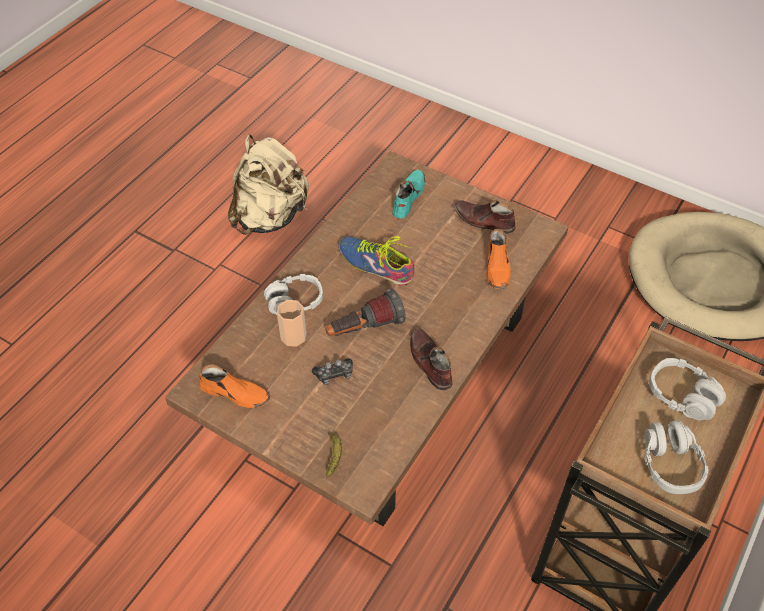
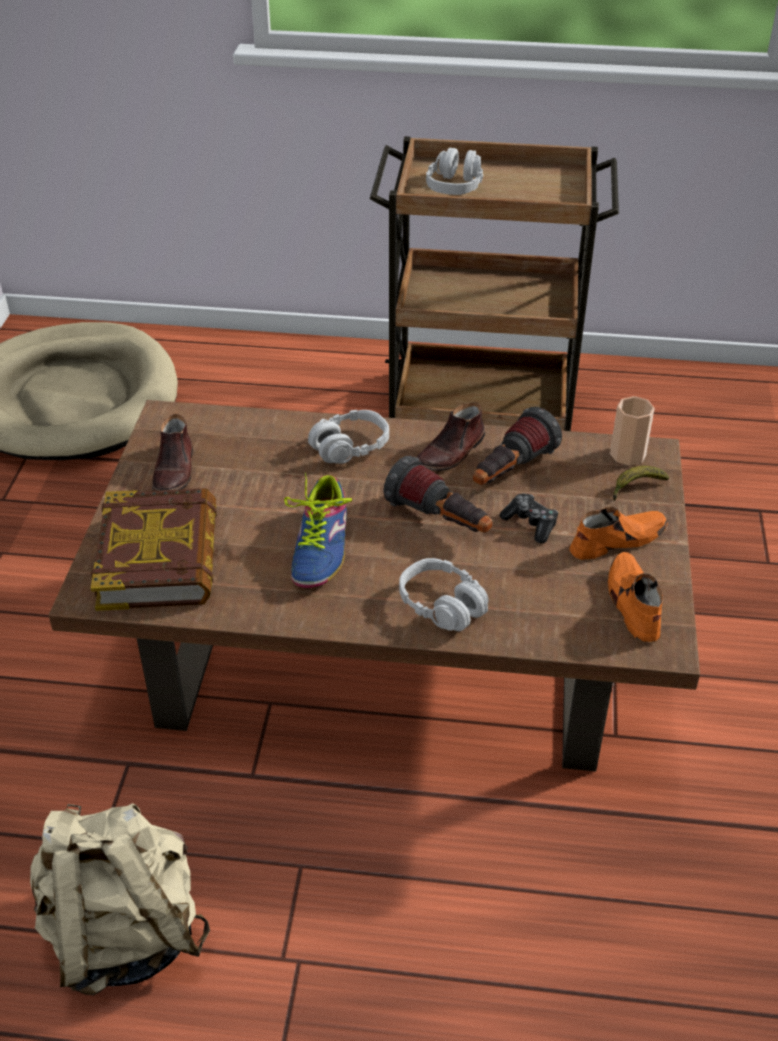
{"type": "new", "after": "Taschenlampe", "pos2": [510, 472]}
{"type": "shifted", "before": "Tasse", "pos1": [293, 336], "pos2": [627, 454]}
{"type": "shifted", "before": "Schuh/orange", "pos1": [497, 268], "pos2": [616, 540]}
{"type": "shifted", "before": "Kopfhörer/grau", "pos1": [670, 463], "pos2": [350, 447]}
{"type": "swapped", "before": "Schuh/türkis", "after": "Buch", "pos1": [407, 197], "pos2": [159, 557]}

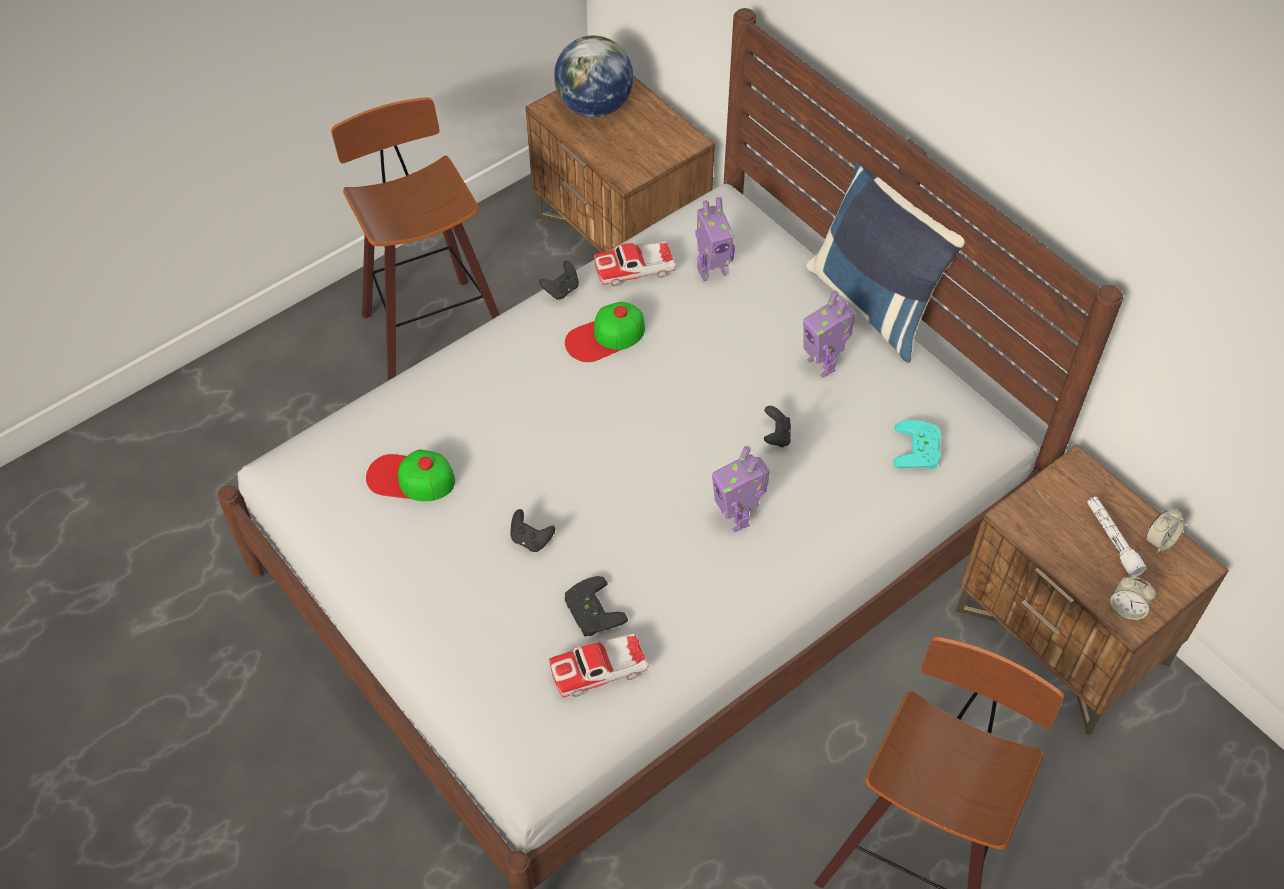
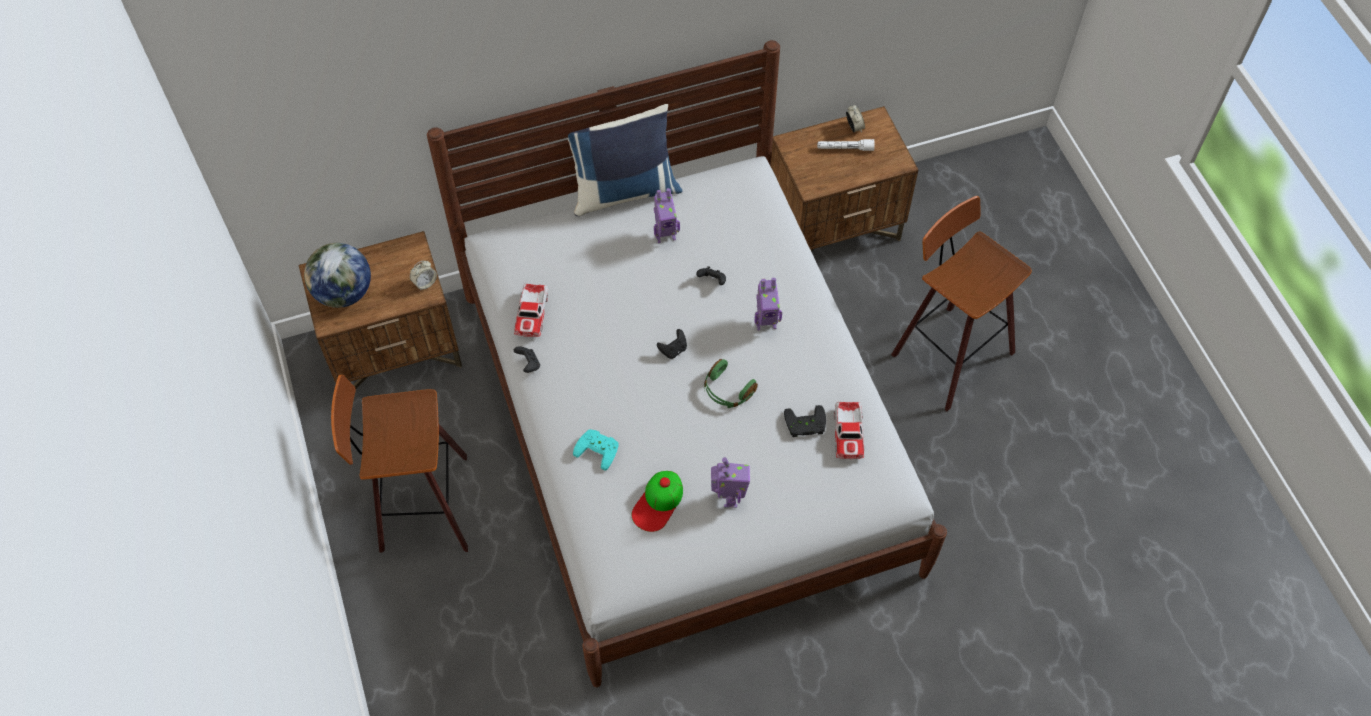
{"type": "gone", "before": "Kappe", "pos1": [605, 337]}
{"type": "new", "after": "Kopfhörer/grün", "pos2": [727, 391]}
{"type": "shifted", "before": "Gamepad/schwarz", "pos1": [531, 540], "pos2": [673, 350]}
{"type": "shifted", "before": "Spielzeugroboter", "pos1": [711, 271], "pos2": [728, 498]}
{"type": "shifted", "before": "Gamepad/türkis", "pos1": [920, 450], "pos2": [599, 448]}
{"type": "shifted", "before": "Wecker", "pos1": [1127, 609], "pos2": [425, 283]}

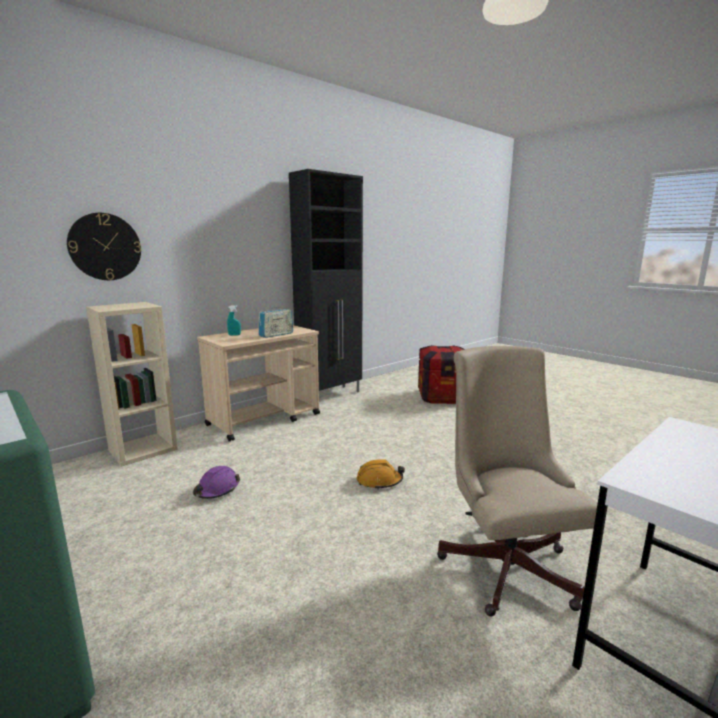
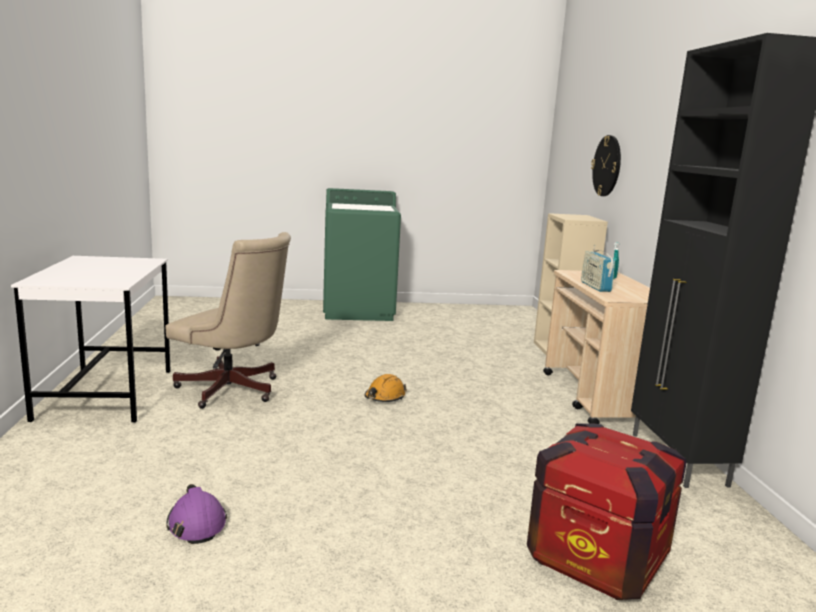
{"type": "shifted", "before": "Schutzhelm/lila", "pos1": [216, 490], "pos2": [196, 524]}

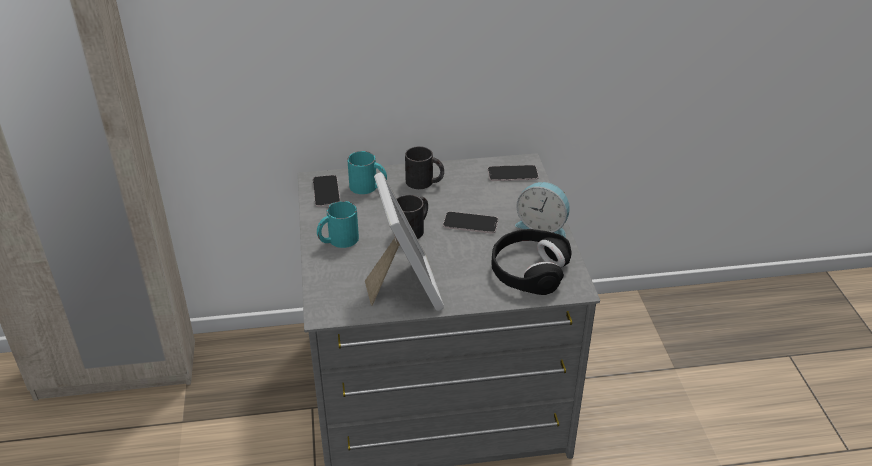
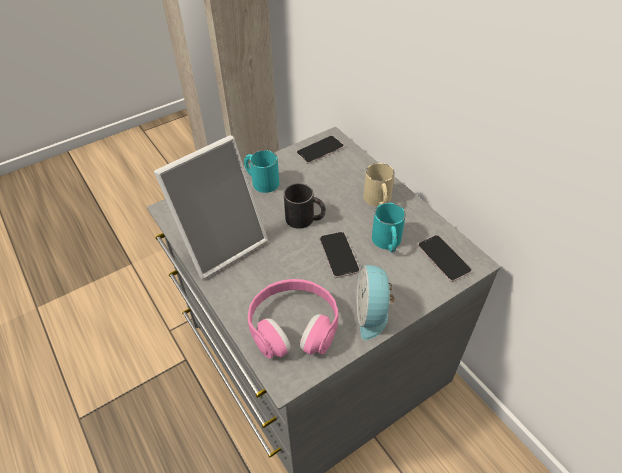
{"type": "shifted", "before": "Henkelbecher/türkis", "pos1": [368, 187], "pos2": [387, 243]}
{"type": "repainted", "before": "Henkelbecher/schwarz", "after": "Henkelbecher/beige", "pos1": [425, 182], "pos2": [378, 201]}
{"type": "repainted", "before": "Kopfhörer/schwarz", "after": "Kopfhörer/rosa", "pos1": [528, 270], "pos2": [293, 325]}

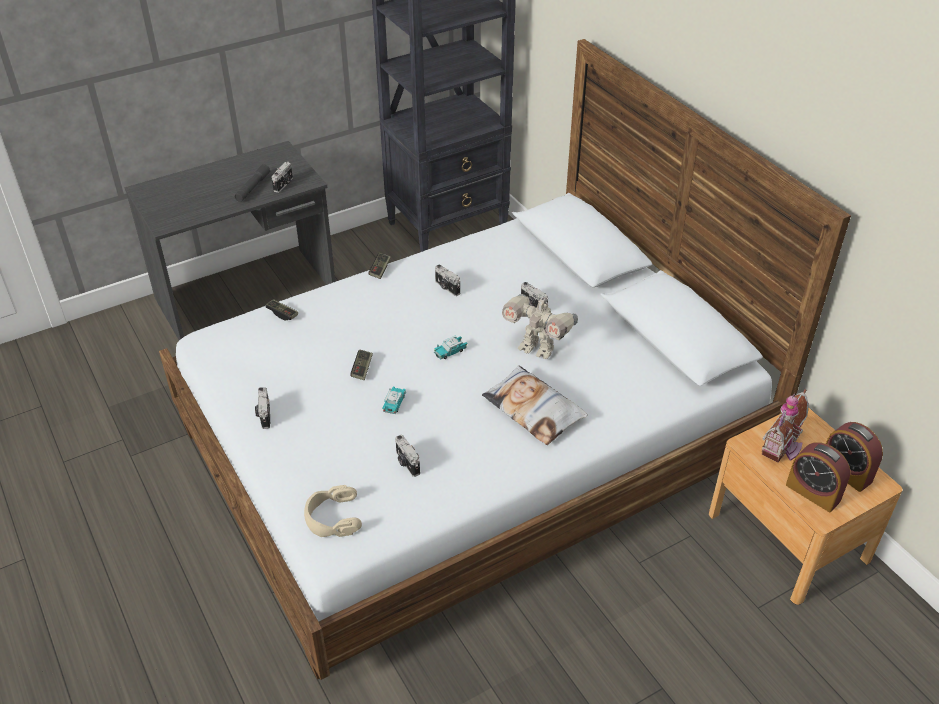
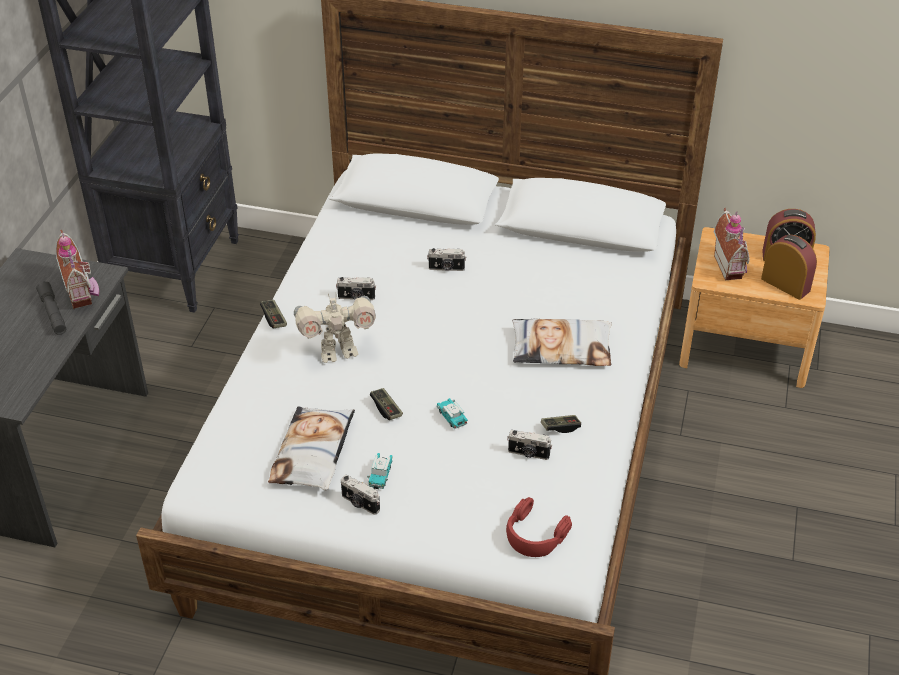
{"type": "new", "after": "Kissen", "pos2": [314, 453]}
{"type": "shifted", "before": "Gamepad", "pos1": [282, 314], "pos2": [560, 427]}
{"type": "shifted", "before": "Spielzeugauto", "pos1": [450, 351], "pos2": [380, 475]}
{"type": "shifted", "before": "Spielzeugroboter", "pos1": [537, 348], "pos2": [338, 352]}
{"type": "swapped", "before": "Kamera", "after": "Spielzeughaus", "pos1": [284, 184], "pos2": [82, 291]}
{"type": "repainted", "before": "Kopfhörer/beige", "after": "Kopfhörer/rot", "pos1": [332, 518], "pos2": [534, 535]}
{"type": "rotated", "before": "Wecker", "pos1": [813, 492], "pos2": [785, 284], "turn": -135}

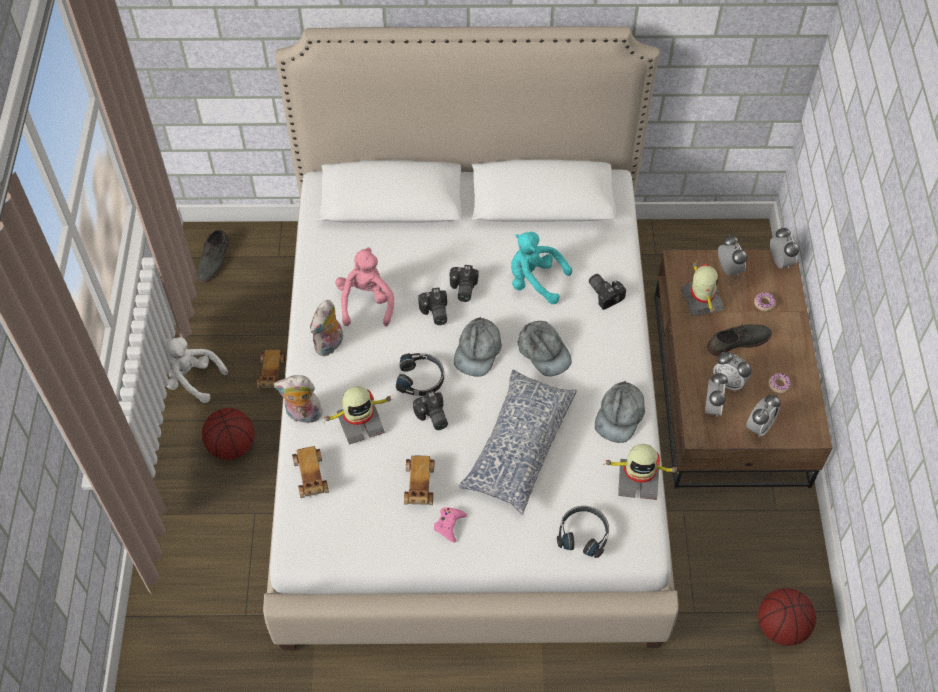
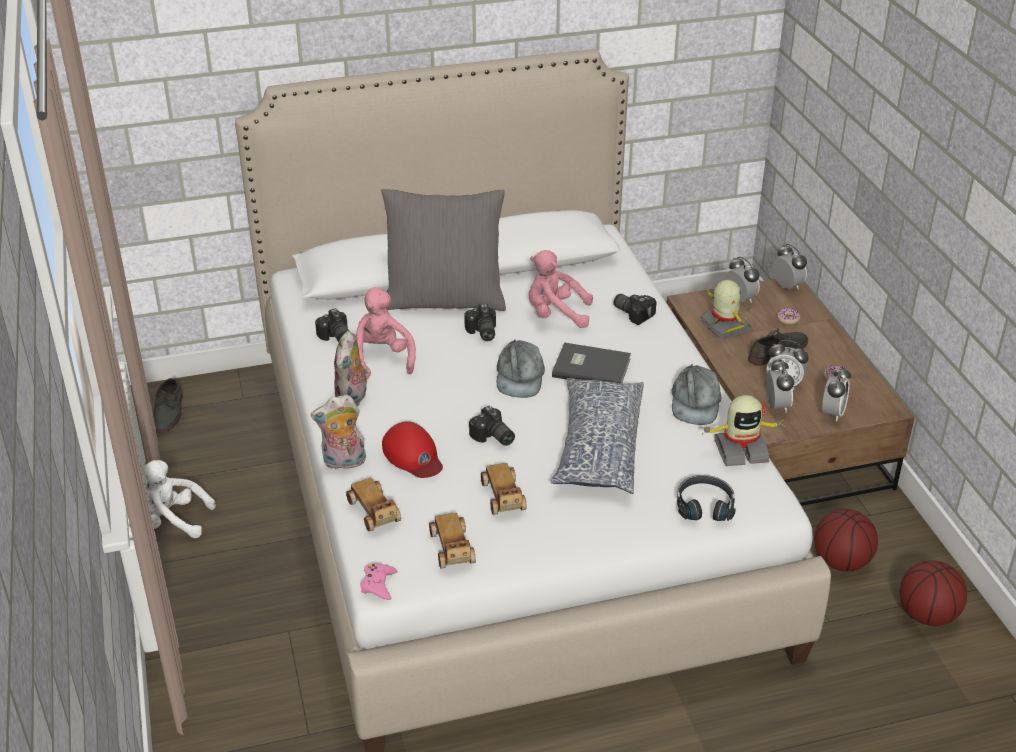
{"type": "gone", "before": "Kopfhörer/schwarz", "pos1": [421, 378]}
{"type": "new", "after": "Kissen/grau", "pos2": [445, 299]}
{"type": "shifted", "before": "Basketball", "pos1": [232, 445], "pos2": [841, 561]}
{"type": "shifted", "before": "Spielzeugauto", "pos1": [271, 374], "pos2": [452, 549]}
{"type": "shifted", "before": "Kamera", "pos1": [434, 313], "pos2": [335, 338]}
{"type": "shifted", "before": "Gamepad/rosa", "pos1": [449, 525], "pos2": [378, 584]}
{"type": "swapped", "before": "Spielzeugroboter", "after": "Kappe/rot", "pos1": [360, 422], "pos2": [413, 455]}
{"type": "swapped", "before": "Kappe/grau", "after": "Buch/grau", "pos1": [543, 351], "pos2": [590, 366]}
{"type": "repainted", "before": "Plüschtier/türkis", "after": "Plüschtier/rosa", "pos1": [534, 281], "pos2": [555, 315]}

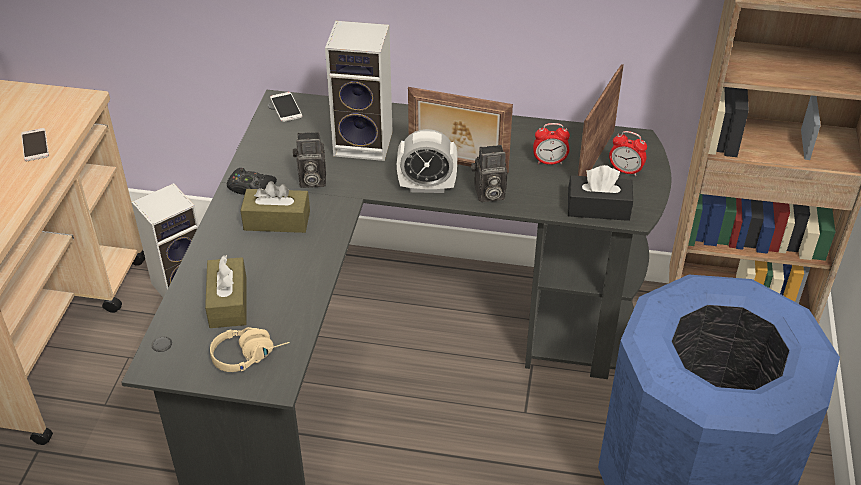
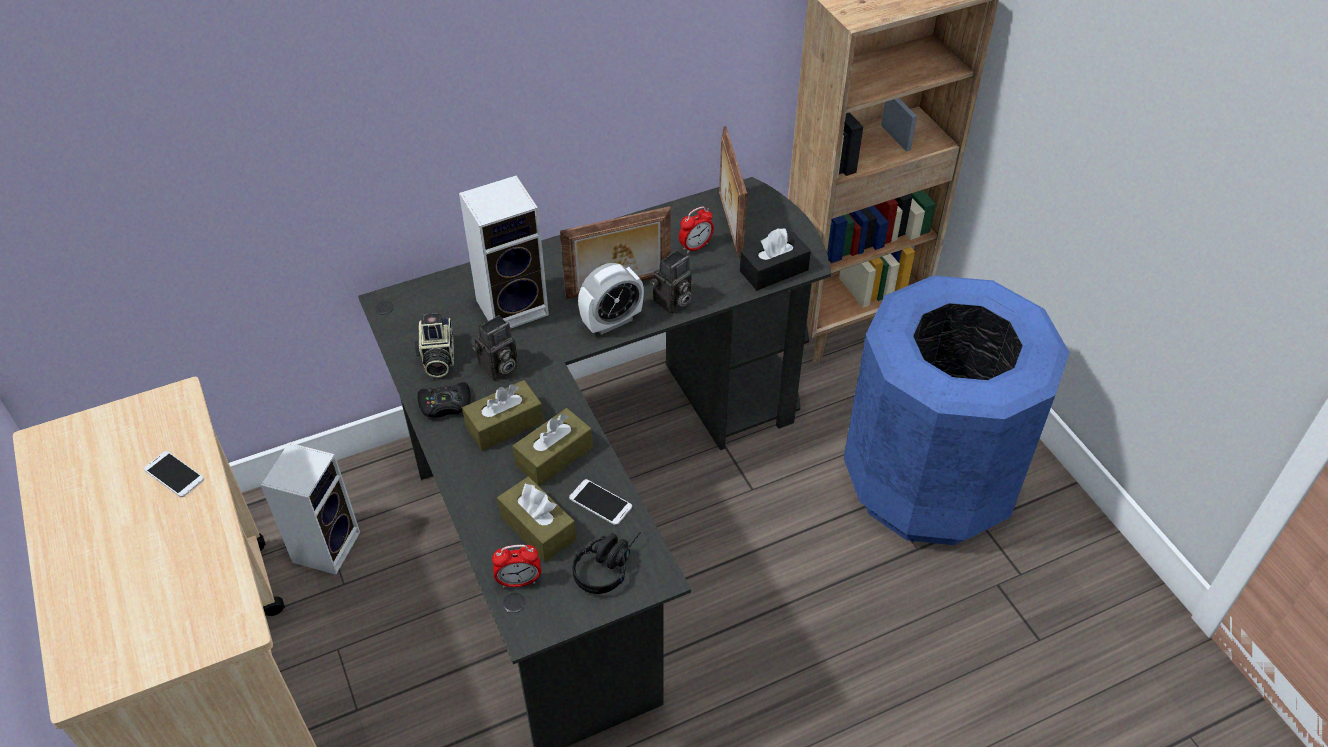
{"type": "new", "after": "Kamera", "pos2": [437, 358]}
{"type": "new", "after": "Taschentuchbox/braun", "pos2": [554, 456]}
{"type": "shifted", "before": "Handy", "pos1": [286, 107], "pos2": [600, 502]}
{"type": "shifted", "before": "Wecker", "pos1": [625, 171], "pos2": [519, 581]}
{"type": "repainted", "before": "Kopfhörer/beige", "after": "Kopfhörer/schwarz", "pos1": [250, 355], "pos2": [608, 564]}

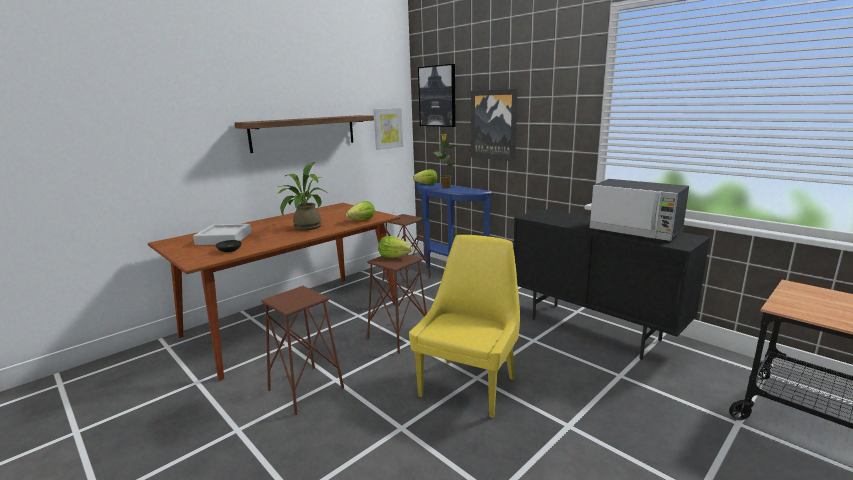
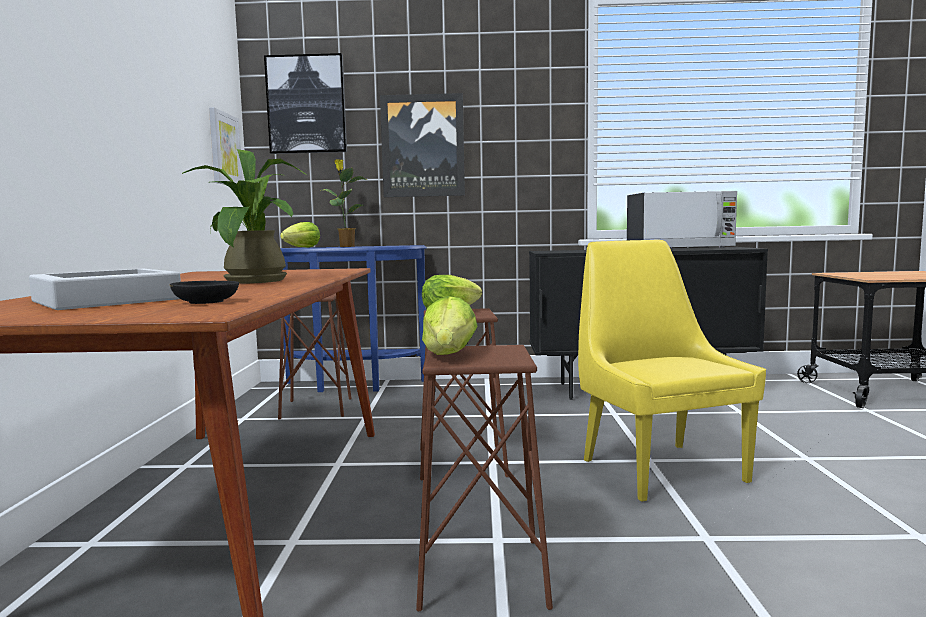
{"type": "gone", "before": "Wandregal", "pos1": [304, 133]}
{"type": "shifted", "before": "Salatkopf", "pos1": [362, 220], "pos2": [449, 355]}

